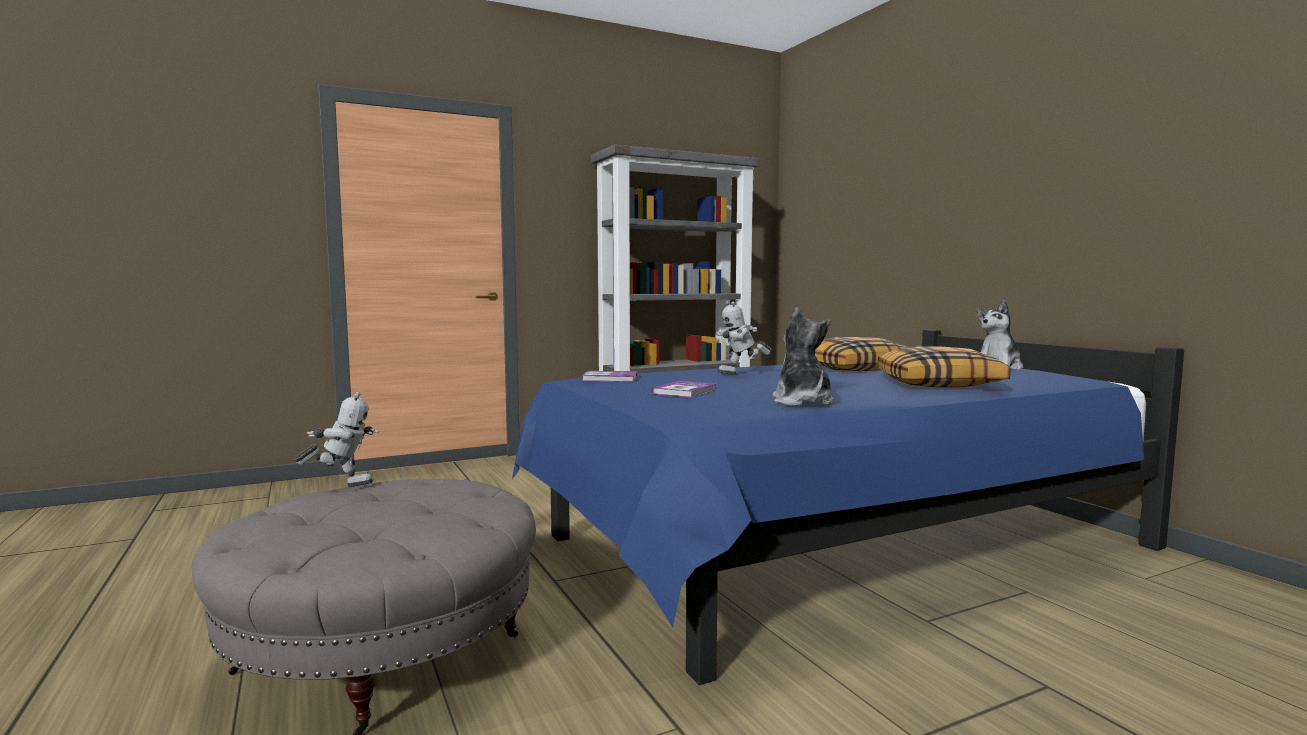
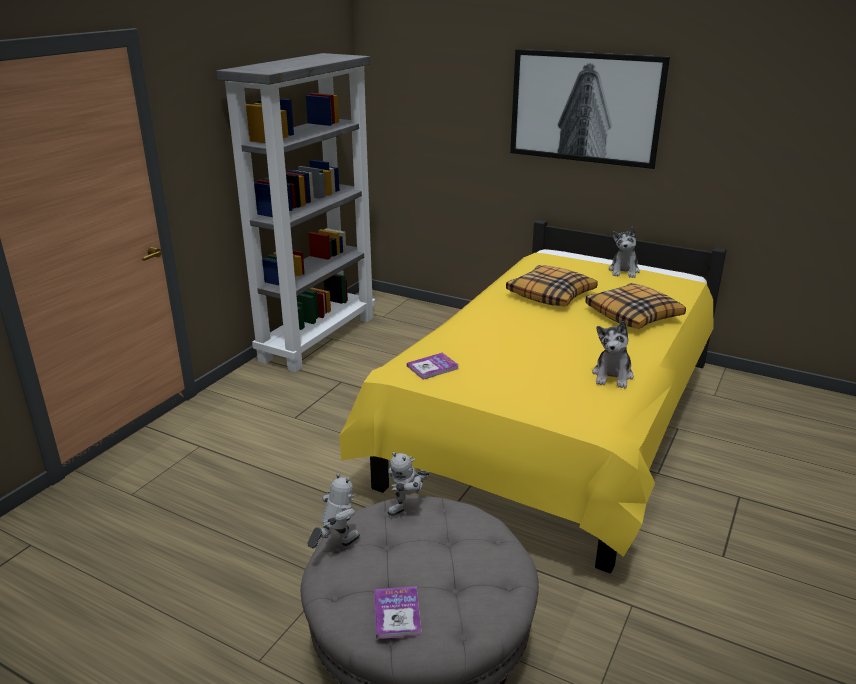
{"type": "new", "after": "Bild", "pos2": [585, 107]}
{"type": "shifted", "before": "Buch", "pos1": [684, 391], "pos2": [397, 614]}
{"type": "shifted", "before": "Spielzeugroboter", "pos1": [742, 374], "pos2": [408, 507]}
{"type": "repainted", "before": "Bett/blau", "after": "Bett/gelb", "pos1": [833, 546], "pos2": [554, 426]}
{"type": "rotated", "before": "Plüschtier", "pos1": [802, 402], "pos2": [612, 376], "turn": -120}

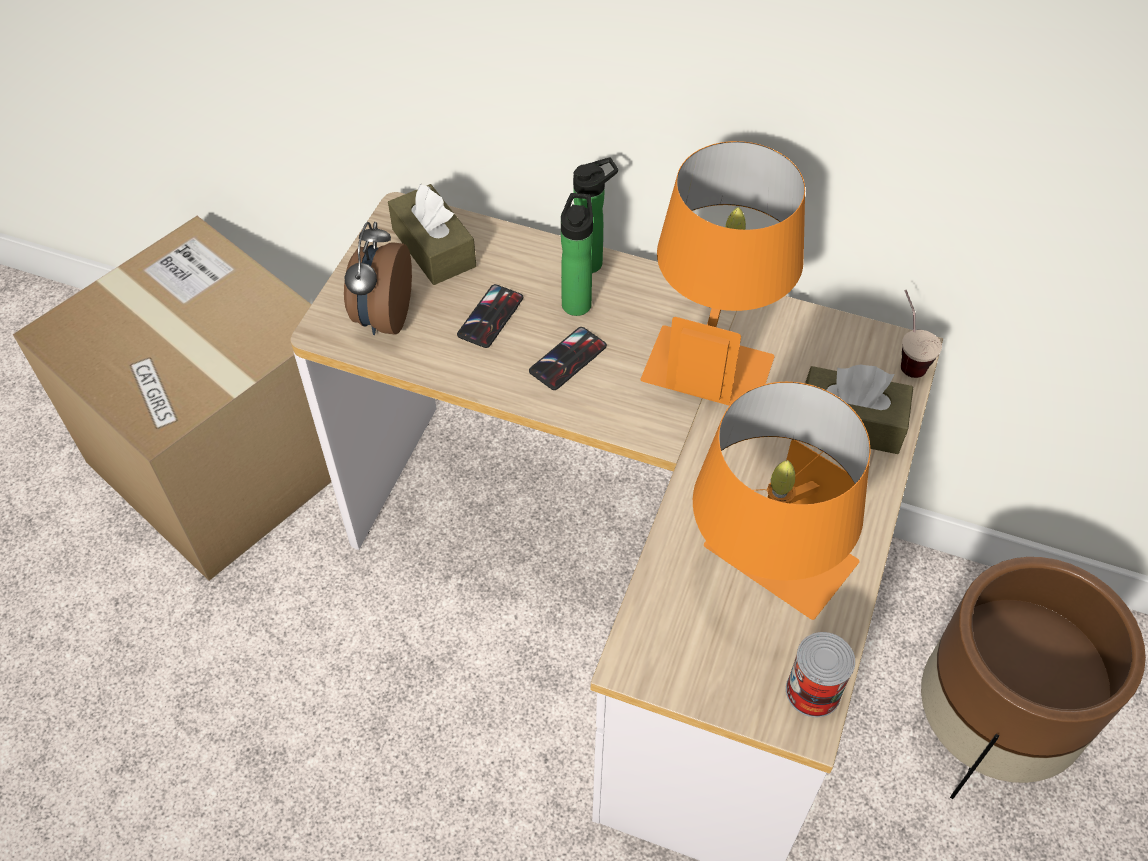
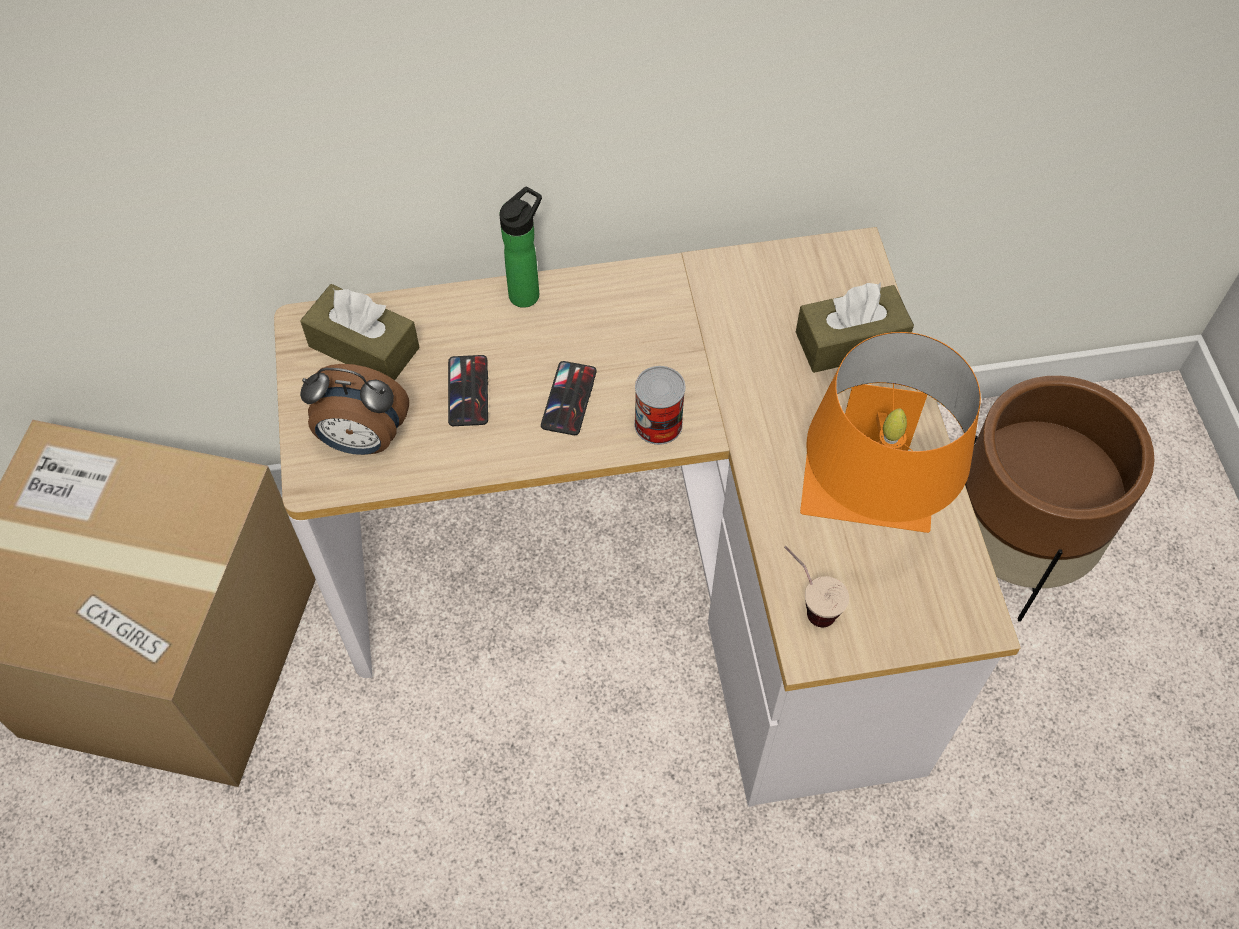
{"type": "gone", "before": "Flasche", "pos1": [577, 301]}
{"type": "gone", "before": "Tischlampe/orange", "pos1": [714, 348]}
{"type": "shifted", "before": "Dose", "pos1": [813, 691], "pos2": [658, 424]}
{"type": "shifted", "before": "Tasse", "pos1": [906, 356], "pos2": [807, 603]}
{"type": "rotated", "before": "Wecker", "pos1": [382, 317], "pos2": [362, 440], "turn": -60}

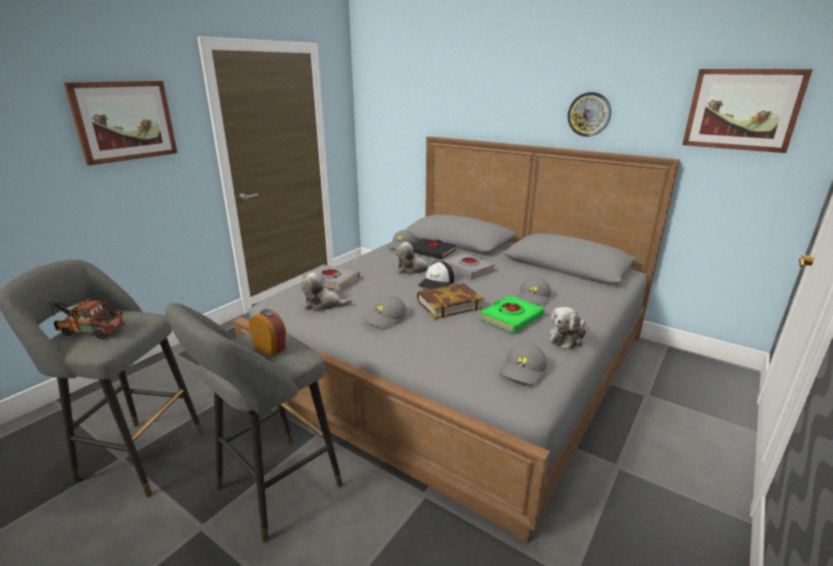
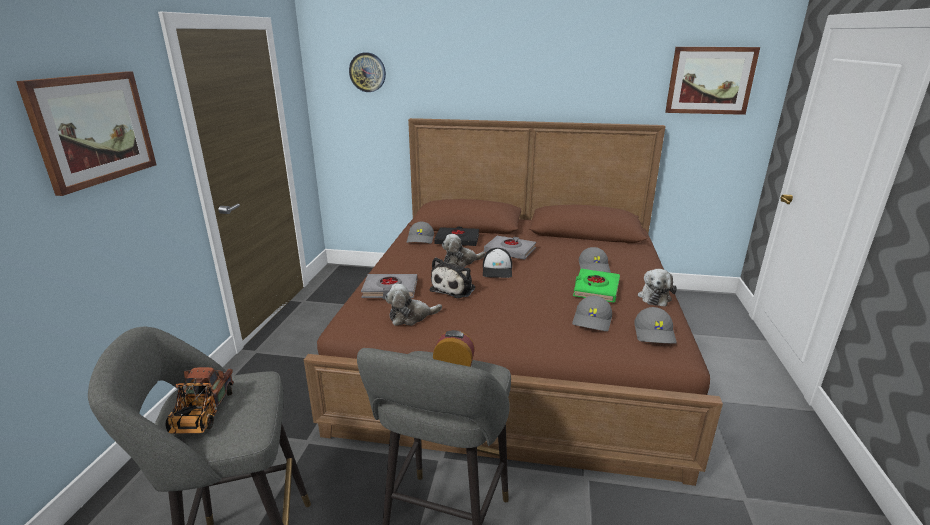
{"type": "gone", "before": "Buch", "pos1": [449, 304]}
{"type": "new", "after": "Plüschtier", "pos2": [454, 288]}
{"type": "shifted", "before": "Kappe/grau", "pos1": [385, 318], "pos2": [592, 321]}
{"type": "shifted", "before": "Wanduhr", "pos1": [589, 114], "pos2": [367, 72]}
{"type": "repainted", "before": "Bett/grau", "after": "Bett/braun", "pos1": [460, 360], "pos2": [514, 344]}
{"type": "rotated", "before": "Spielzeuglaster", "pos1": [88, 330], "pos2": [201, 415], "turn": -75}

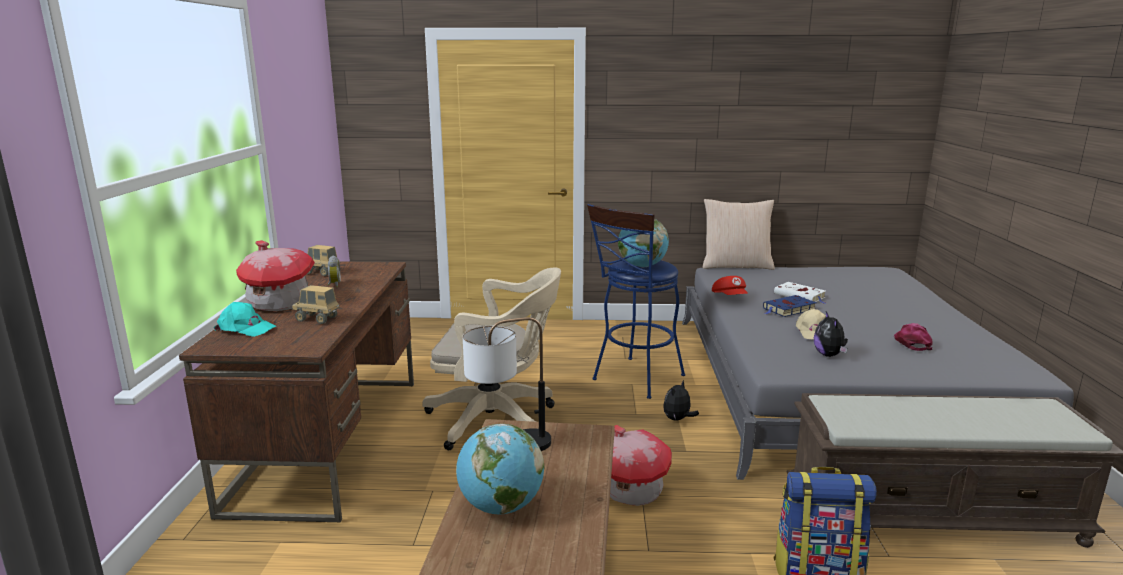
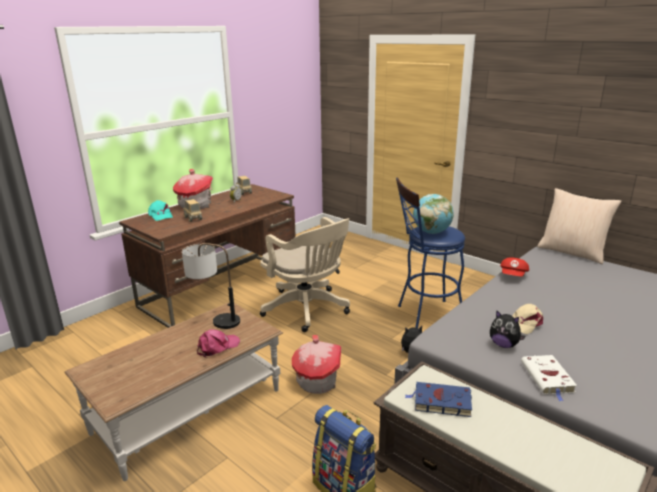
{"type": "gone", "before": "Globus", "pos1": [501, 507]}
{"type": "shifted", "before": "Buch/blau", "pos1": [788, 309], "pos2": [440, 402]}
{"type": "shifted", "before": "Buch/weiß", "pos1": [801, 296], "pos2": [548, 378]}
{"type": "shifted", "before": "Kappe/rosa", "pos1": [912, 342], "pos2": [217, 347]}
{"type": "rotated", "before": "Plüschtier", "pos1": [829, 355], "pos2": [504, 345], "turn": -90}

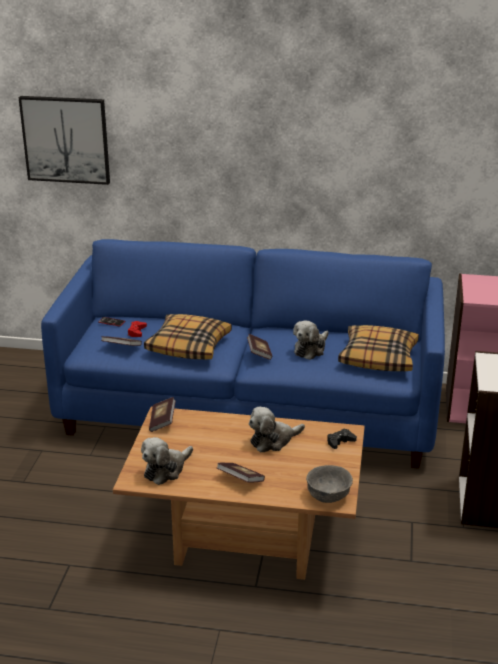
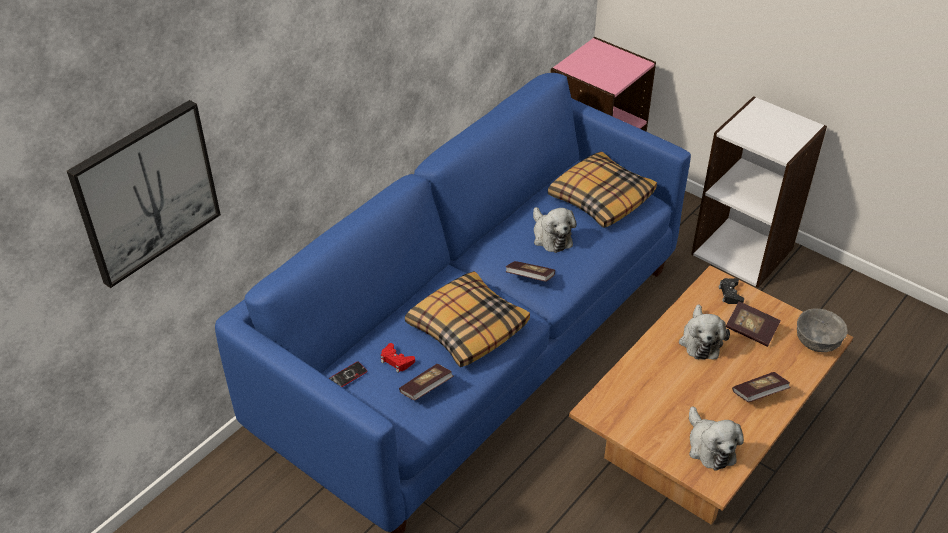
{"type": "shifted", "before": "Buch", "pos1": [162, 421], "pos2": [751, 331]}

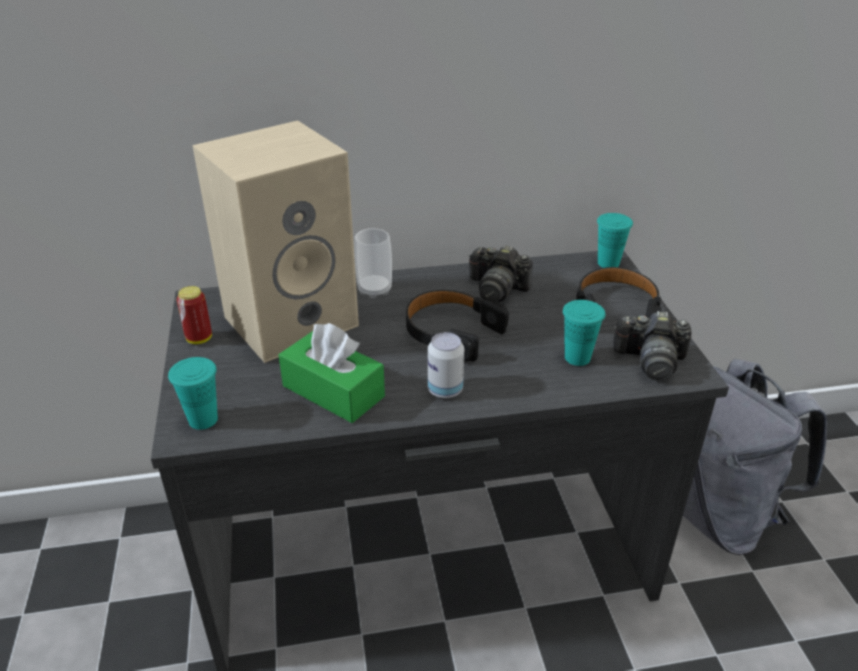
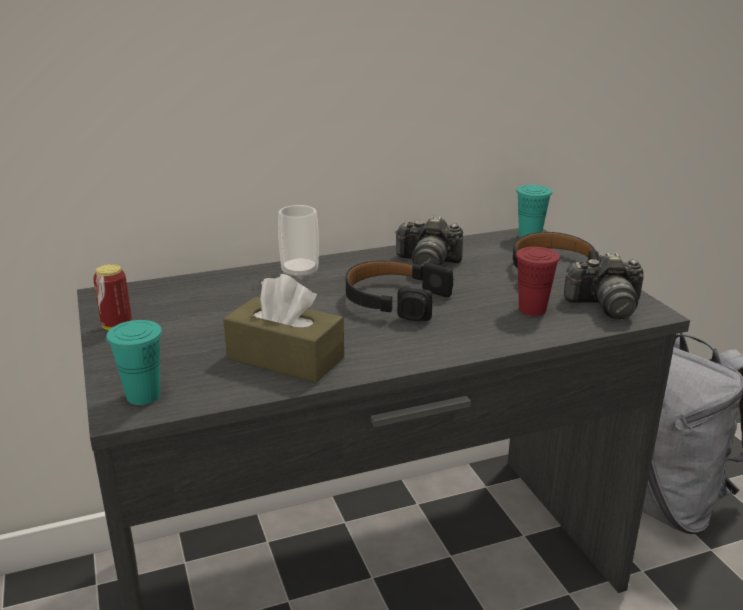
{"type": "gone", "before": "Lautsprecher/beige", "pos1": [292, 319]}
{"type": "gone", "before": "Dose", "pos1": [445, 390]}
{"type": "repainted", "before": "Taschentuchbox/grün", "after": "Taschentuchbox/braun", "pos1": [333, 391], "pos2": [285, 358]}
{"type": "repainted", "before": "Tasse/türkis", "after": "Tasse/rot", "pos1": [577, 358], "pos2": [532, 309]}

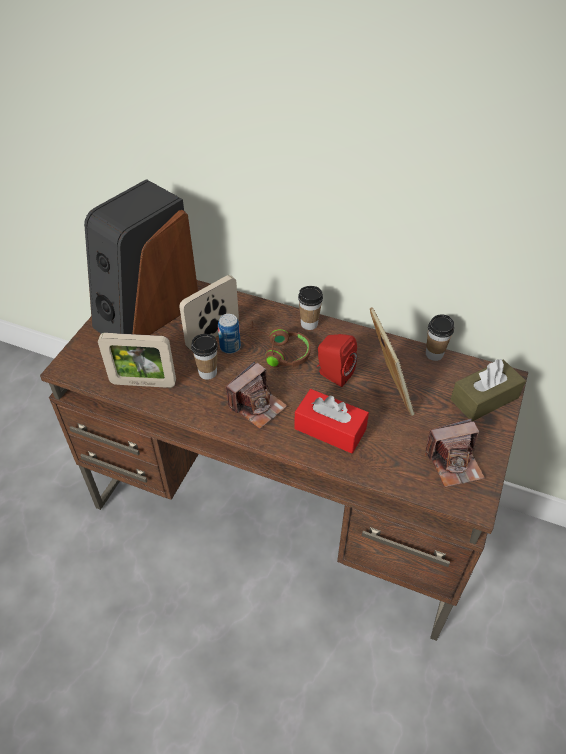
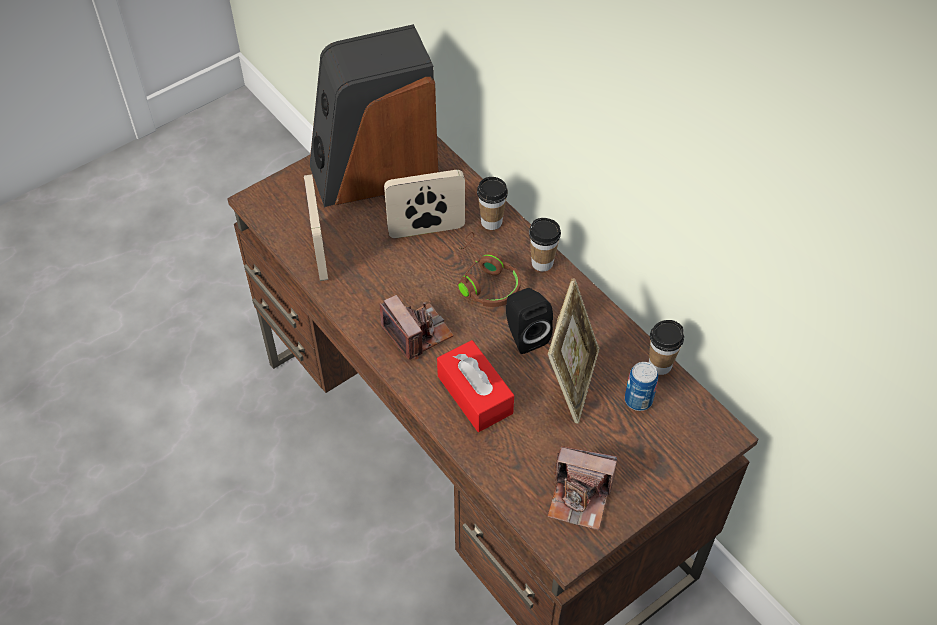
{"type": "gone", "before": "Taschentuchbox/braun", "pos1": [484, 398]}
{"type": "shifted", "before": "Tasse", "pos1": [207, 373], "pos2": [491, 222]}
{"type": "shifted", "before": "Dose", "pos1": [230, 347], "pos2": [638, 400]}
{"type": "repainted", "before": "Lautsprecher/rot", "after": "Lautsprecher/schwarz", "pos1": [333, 374], "pos2": [524, 335]}
{"type": "rotated", "before": "Bilderrahmen", "pos1": [143, 383], "pos2": [320, 253], "turn": -135}
{"type": "rotated", "before": "Kamera", "pos1": [257, 406], "pos2": [417, 332], "turn": -105}

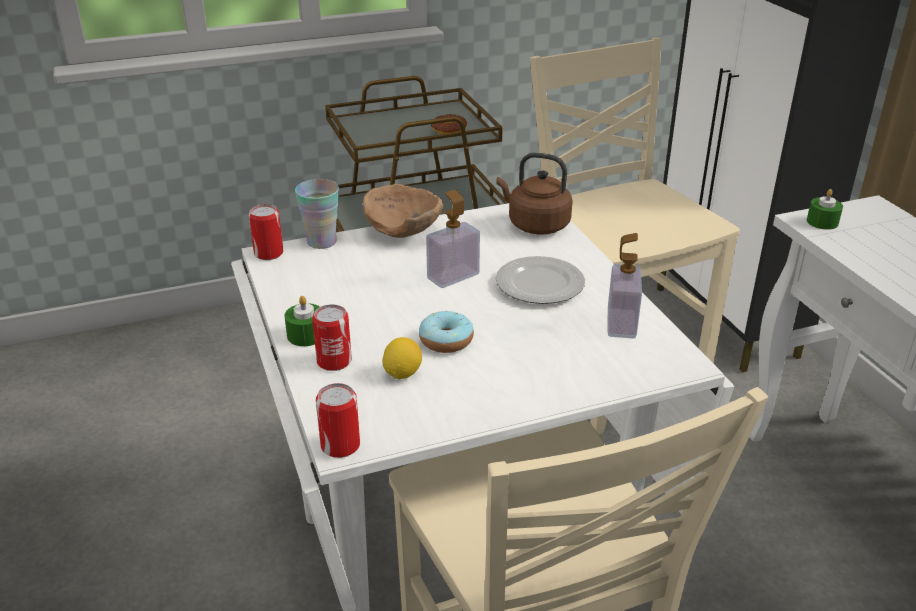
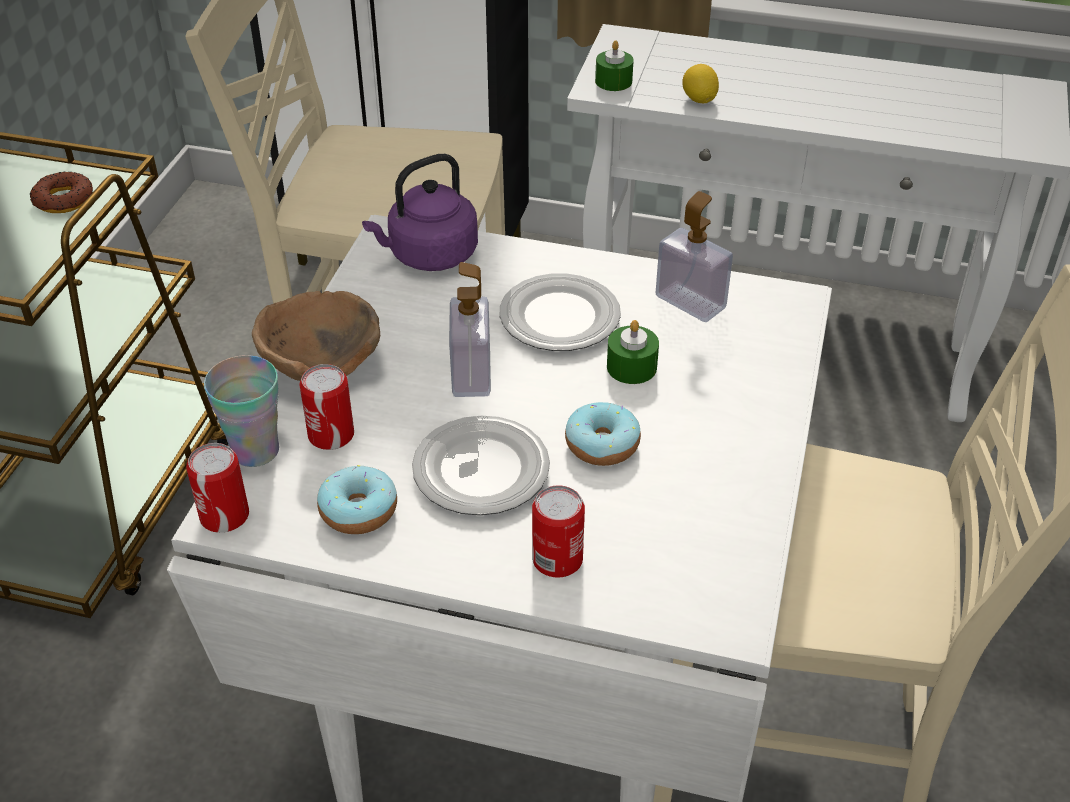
{"type": "new", "after": "Donut", "pos2": [358, 510]}
{"type": "new", "after": "Teller", "pos2": [480, 470]}
{"type": "shifted", "before": "Kerze/grün", "pos1": [306, 335], "pos2": [631, 367]}
{"type": "shifted", "before": "Dose", "pos1": [340, 445], "pos2": [331, 435]}
{"type": "shifted", "before": "Zitrone", "pos1": [402, 373], "pos2": [699, 100]}
{"type": "repainted", "before": "Wasserkessel/braun", "after": "Wasserkessel/lila", "pos1": [535, 225], "pos2": [429, 256]}

